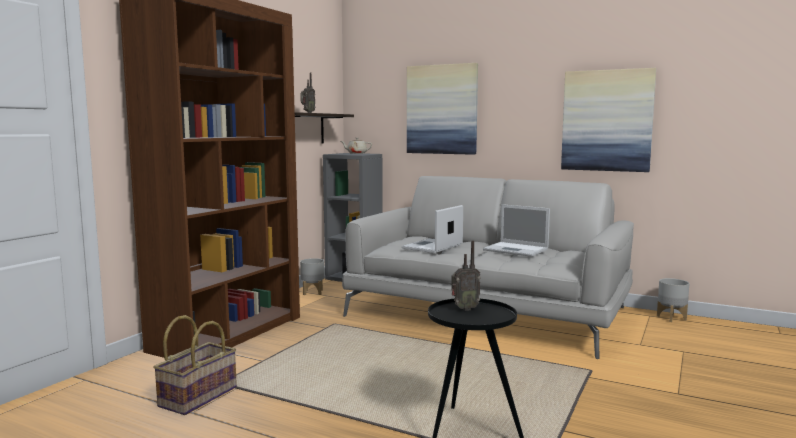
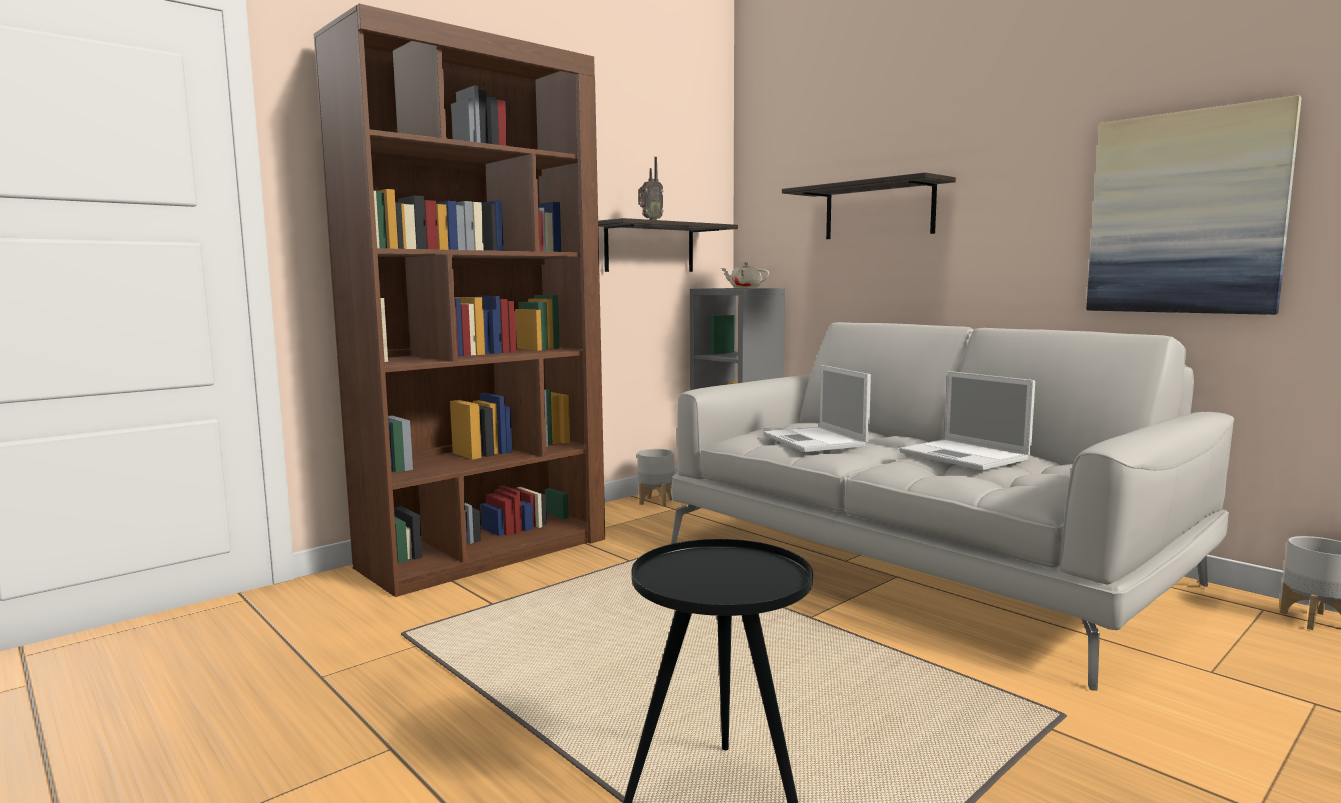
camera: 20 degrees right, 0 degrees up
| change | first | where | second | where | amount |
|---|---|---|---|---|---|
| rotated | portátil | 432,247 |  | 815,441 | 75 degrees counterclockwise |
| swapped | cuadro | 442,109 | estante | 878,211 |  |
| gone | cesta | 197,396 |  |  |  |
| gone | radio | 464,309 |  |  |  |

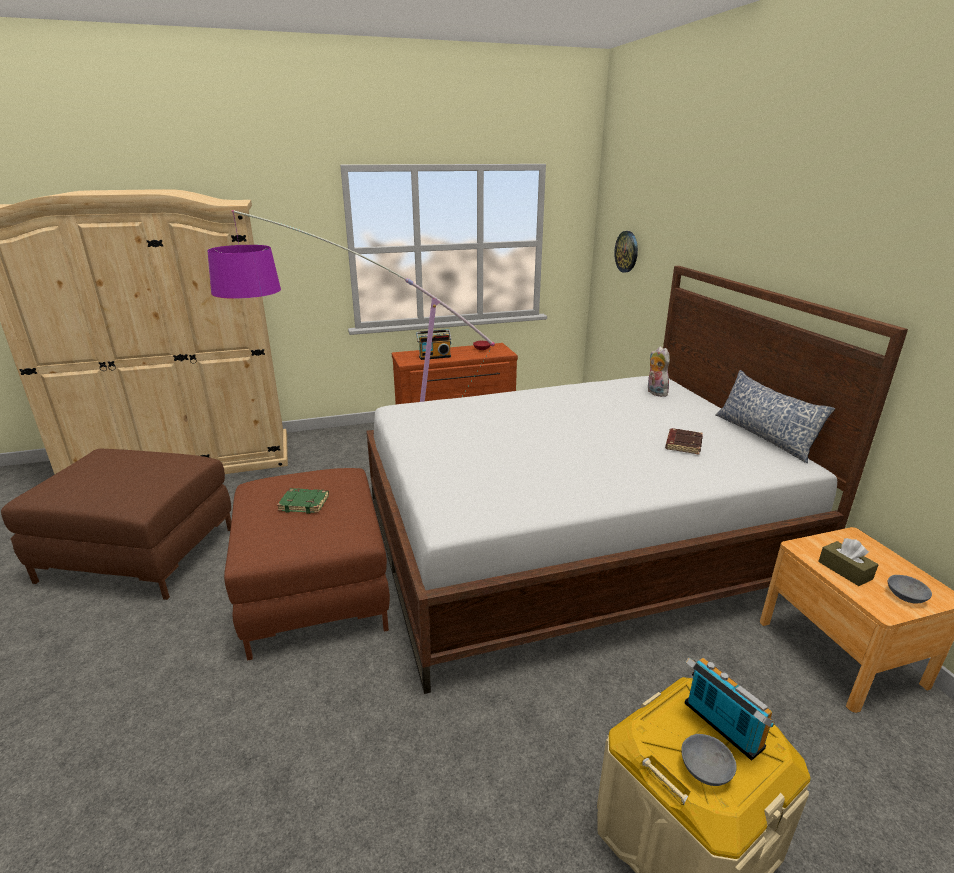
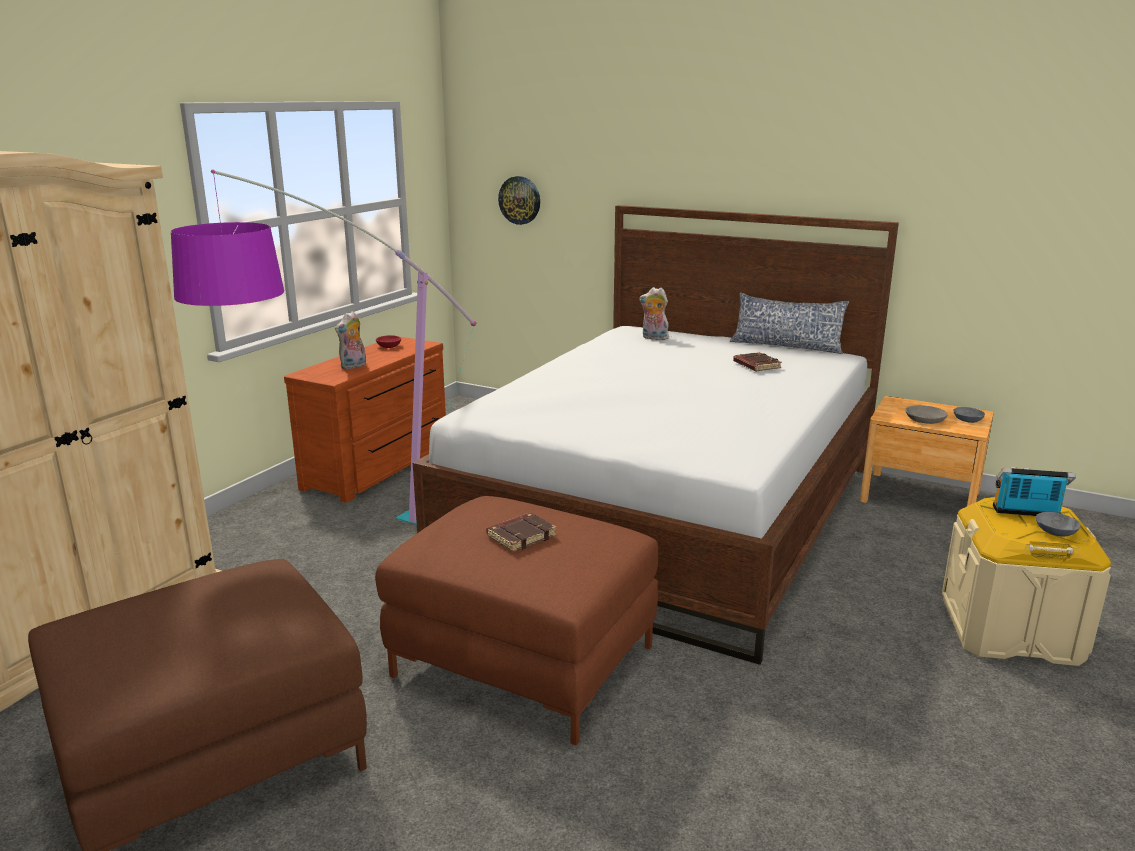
camera: 45 degrees left, 5 degrees down
| change | first | where | second | where | amount |
|---|---|---|---|---|---|
| swapped | radio | 434,356 | peluche | 354,366 |  |
| repainted | libro [verde] | 305,503 | libro [marrón] | 521,536 |  |
| swapped | caja de pañuelos [marrón] | 845,570 | cuenco [gris] | 924,420 |  |

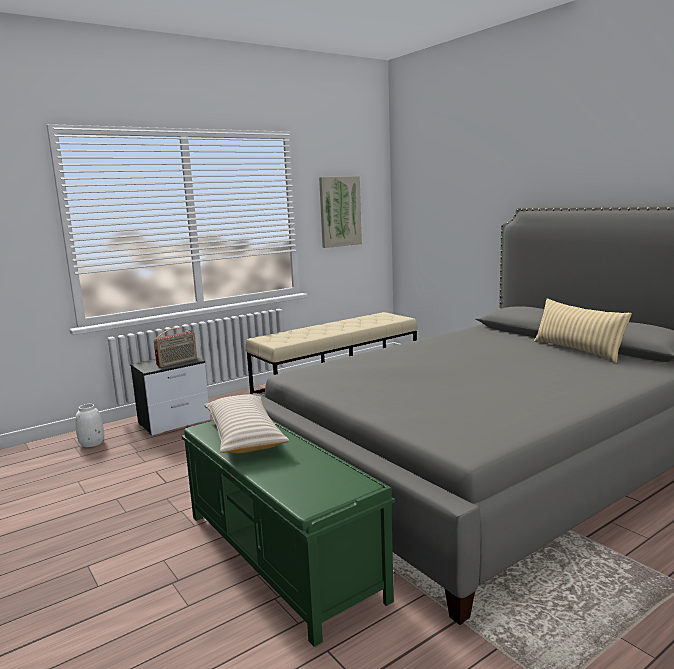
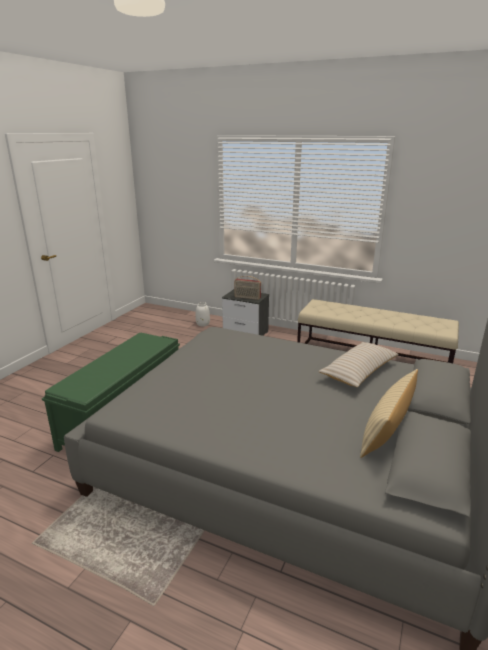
camera: 60 degrees right, 10 degrees up
| change | first | where | second | where | amount |
|---|---|---|---|---|---|
| shifted | cojín [beis] | 244,436 |  | 359,371 |  |
| gone | cuadro | 339,211 |  |  |  |

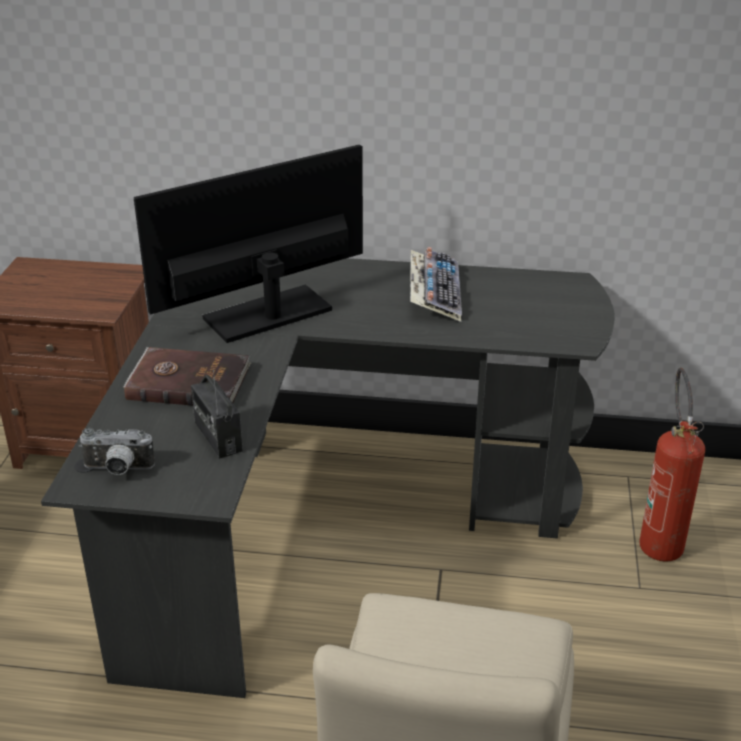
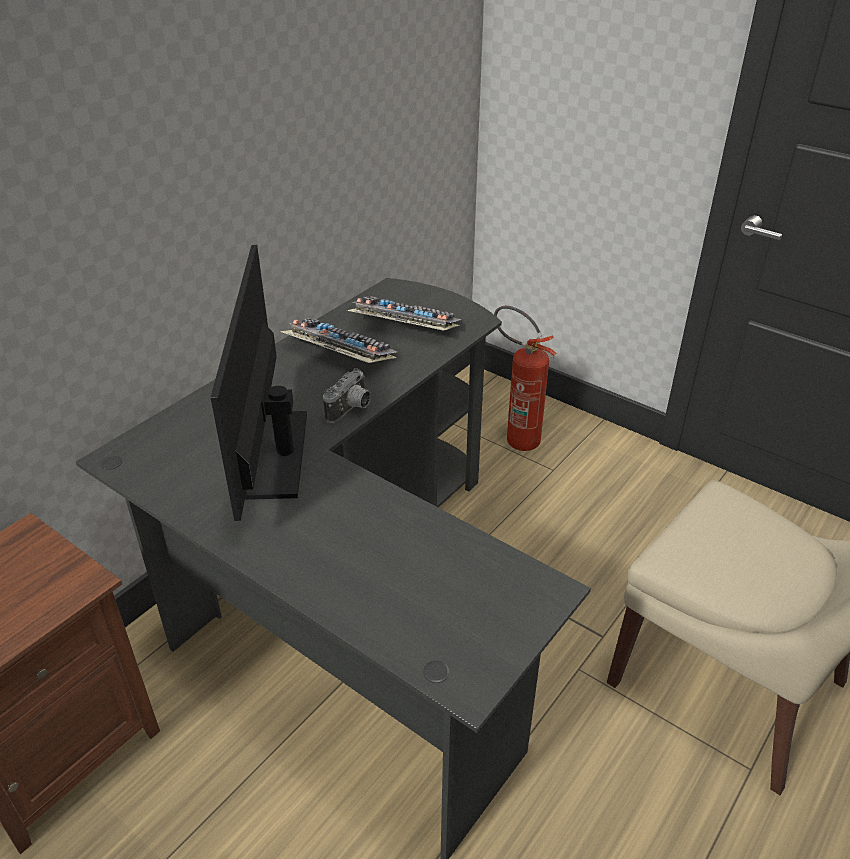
camera: 60 degrees left, 5 degrees up
| change | first | where | second | where | amount |
|---|---|---|---|---|---|
| shifted | cámara | 118,470 |  | 351,410 |  |
| new |  |  | teclado | 402,326 |  |
| gone | libro [marrón] | 188,381 |  |  |  |
| gone | radio | 218,437 |  |  |  |

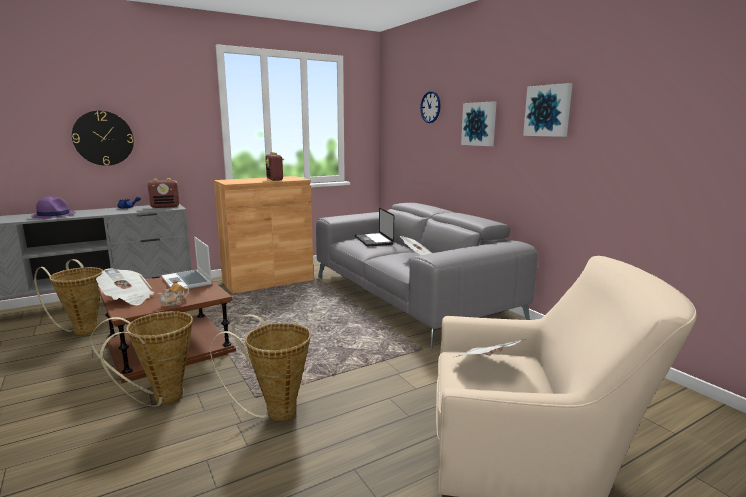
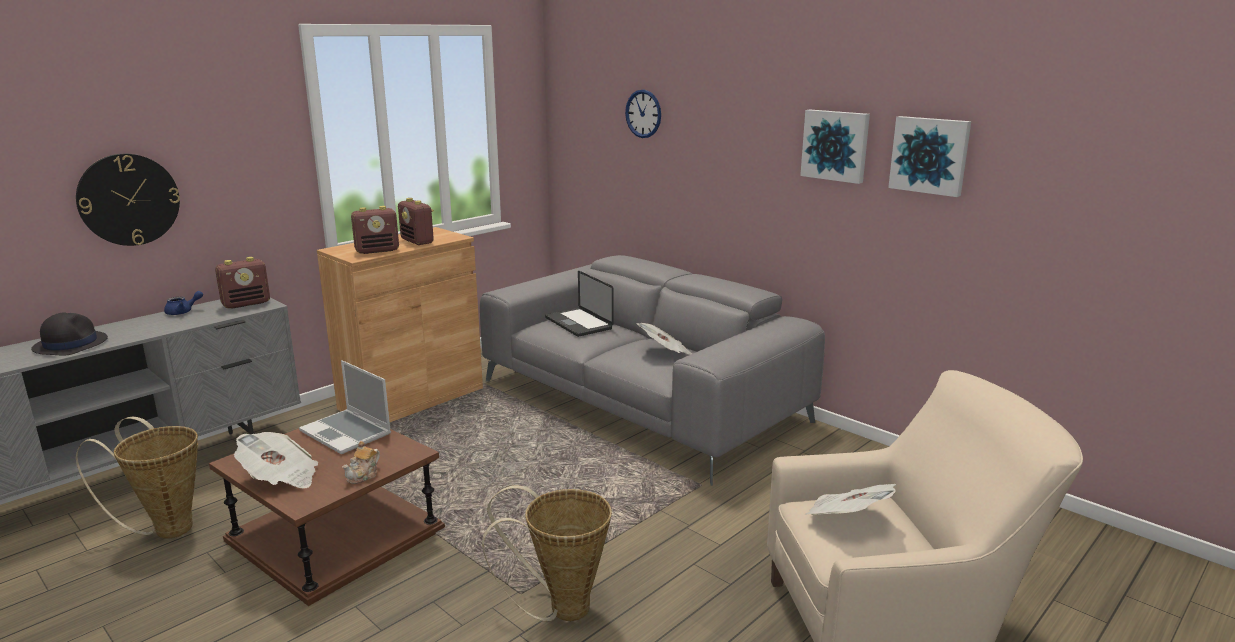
camera: 15 degrees left, 5 degrees up
| change | first | where | second | where | amount |
|---|---|---|---|---|---|
| repainted | sombrero [morado] | 54,215 | sombrero [negro] | 70,344 |  |
| new |  |  | radio | 377,250 |  |
| shifted | cuadro | 479,124 |  | 930,155 |  |
| gone | cesta | 161,399 |  |  |  |

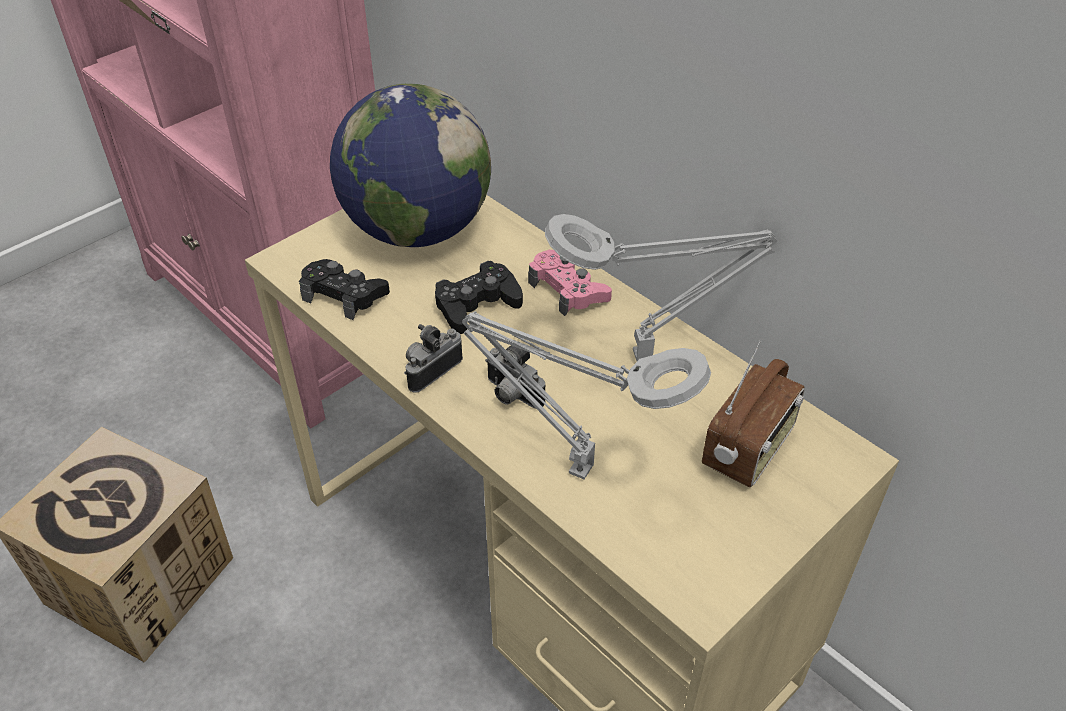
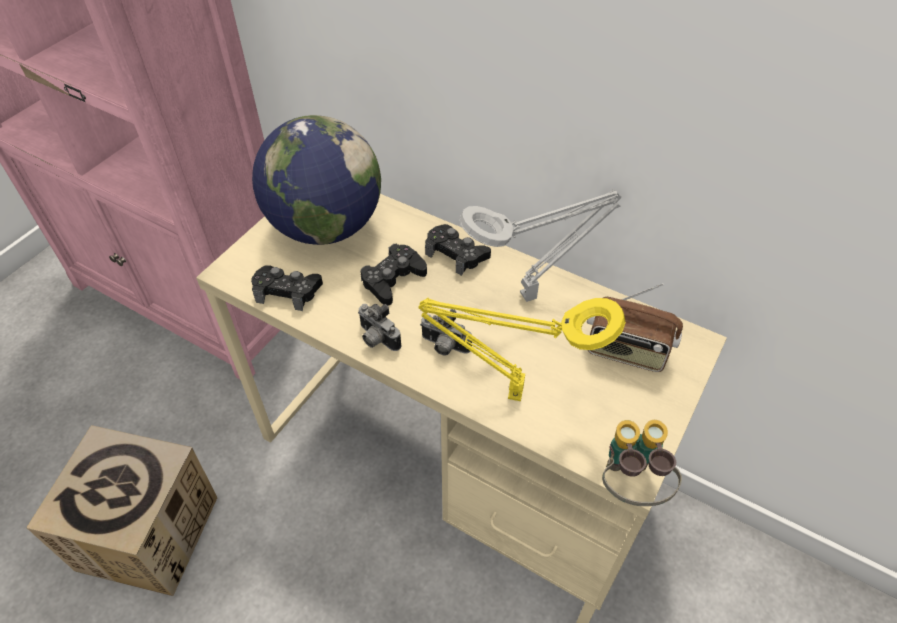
camera: 15 degrees left, 5 degrees up
| change | first | where | second | where | amount |
|---|---|---|---|---|---|
| rotated | cámara | 430,370 |  | 376,339 | 75 degrees counterclockwise |
| repainted | lámpara de mesa [gris] | 573,468 | lámpara de mesa [amarillo] | 509,393 |  |
| repainted | mando de consola [rosa] | 568,290 | mando de consola [negro] | 456,254 |  |
| rotated | radio | 749,449 |  | 626,351 | 90 degrees clockwise |
| new |  |  | prismáticos | 631,484 |  |

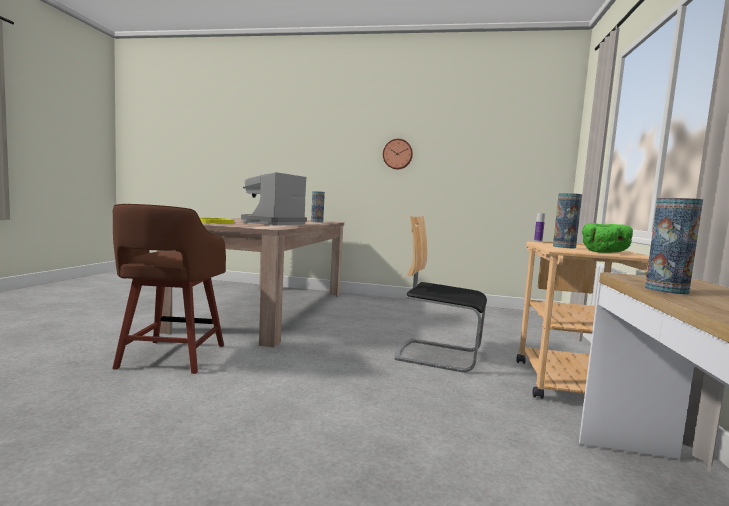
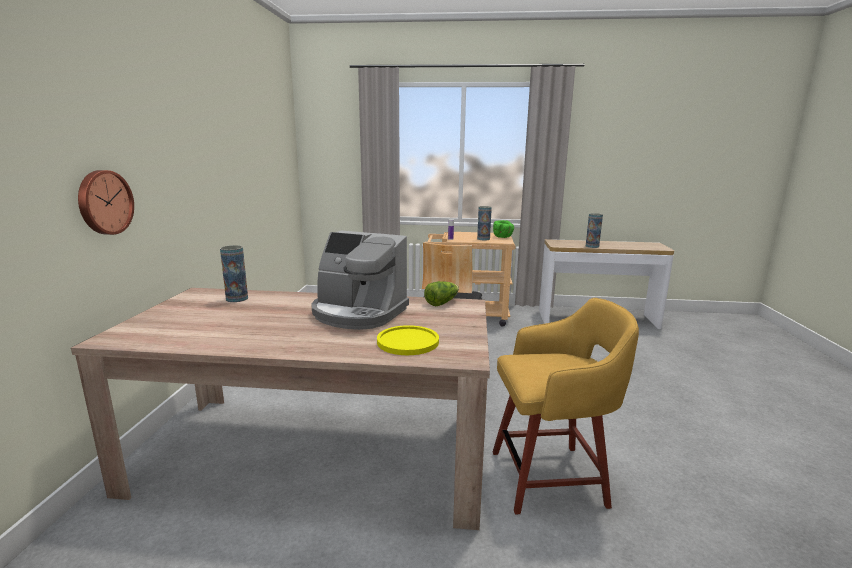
camera: 95 degrees left, 10 degrees up
| change | first | where | second | where | amount |
|---|---|---|---|---|---|
| shifted | reloj de pared | 397,154 |  | 104,202 |  |
| new |  |  | lechuga | 442,303 |  |
| repainted | taburete [marrón] | 170,357 | taburete [amarillo] | 551,478 |  |

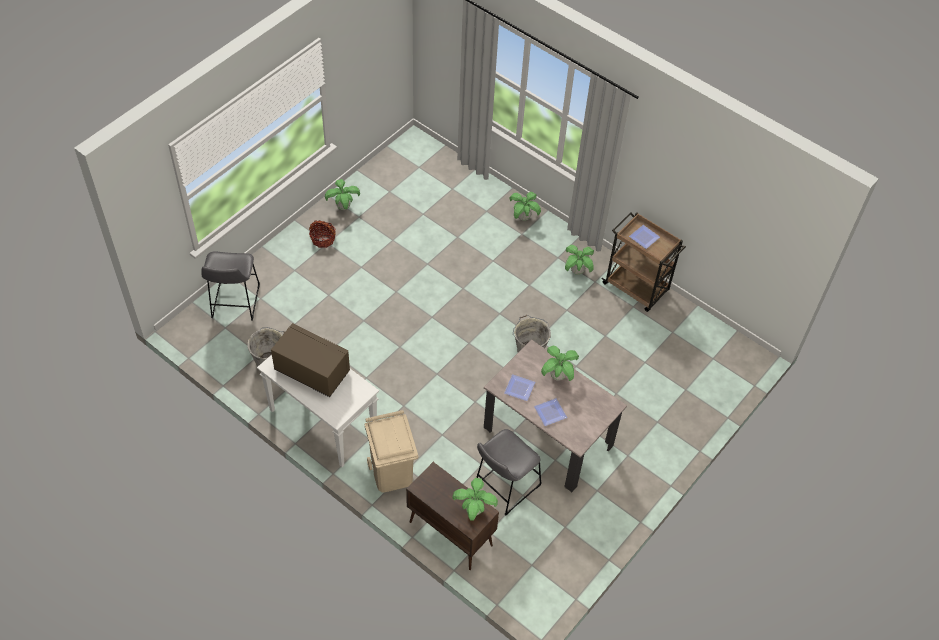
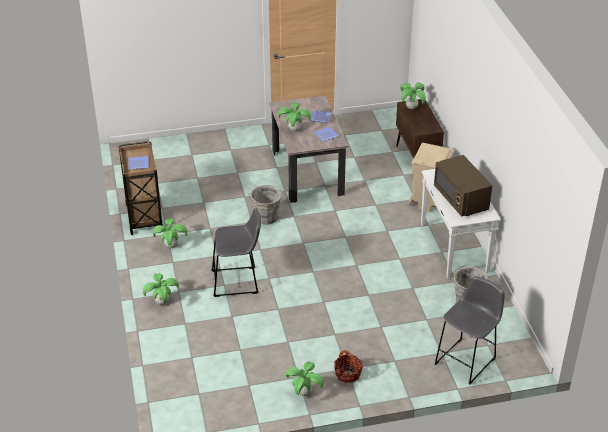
camera: 140 degrees left, 15 degrees down
| change | first | where | second | where | amount |
|---|---|---|---|---|---|
| shifted | taburete [gris] | 504,487 |  | 238,282 |  |

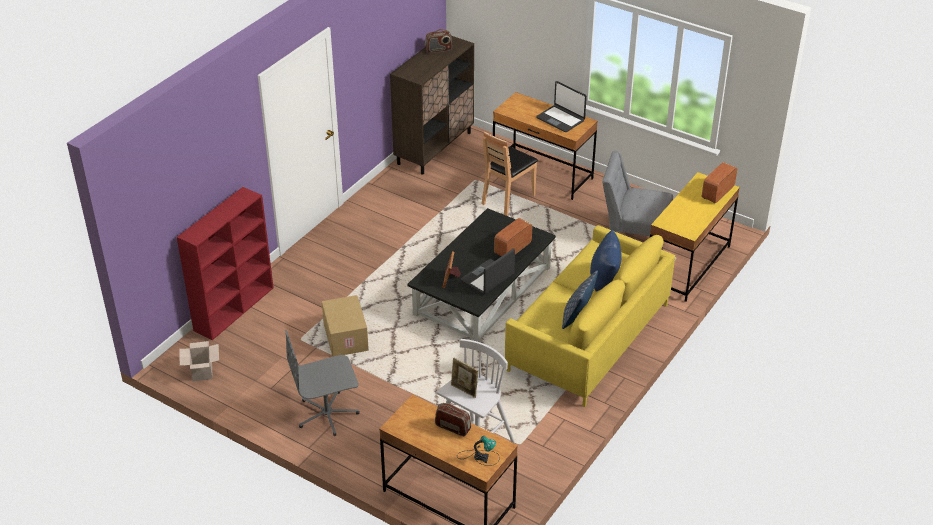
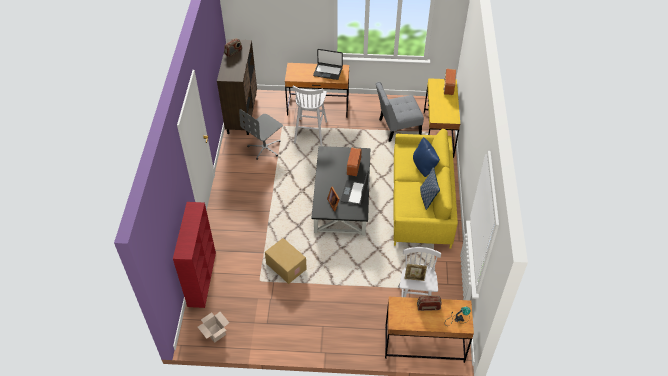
camera: 30 degrees left, 10 degrees up
| change | first | where | second | where | amount |
|---|---|---|---|---|---|
| shifted | silla de oficina [gris] | 327,414 |  | 265,148 |  |
| swapped | silla [marrón] | 508,199 | taburete [blanco] | 311,131 |  |

